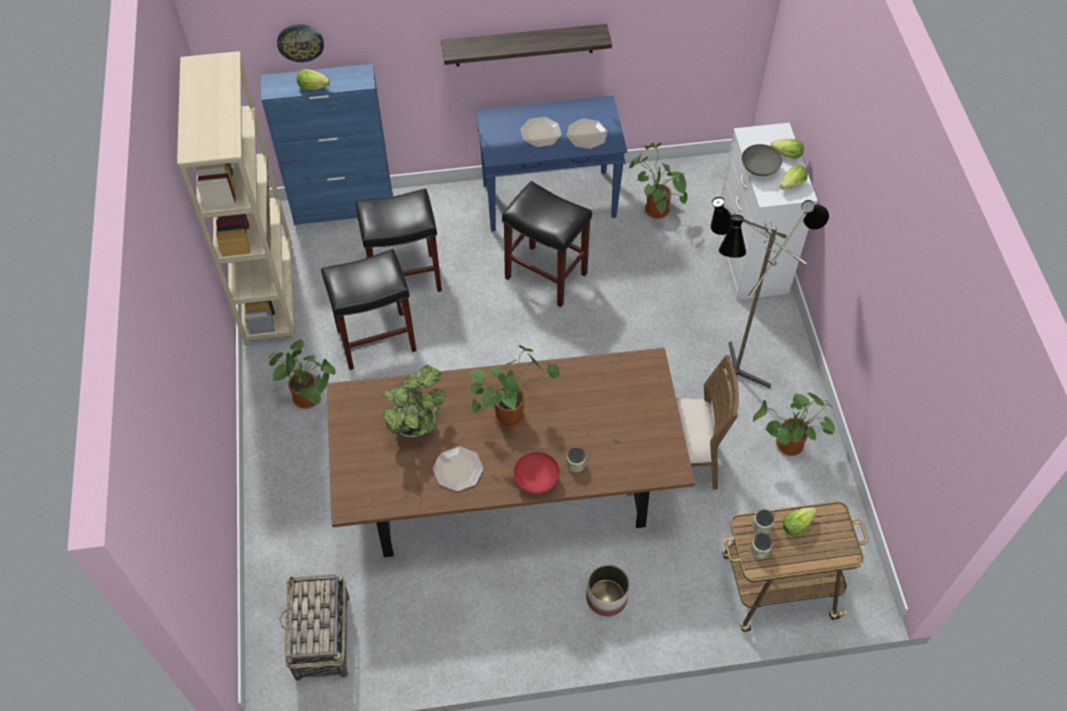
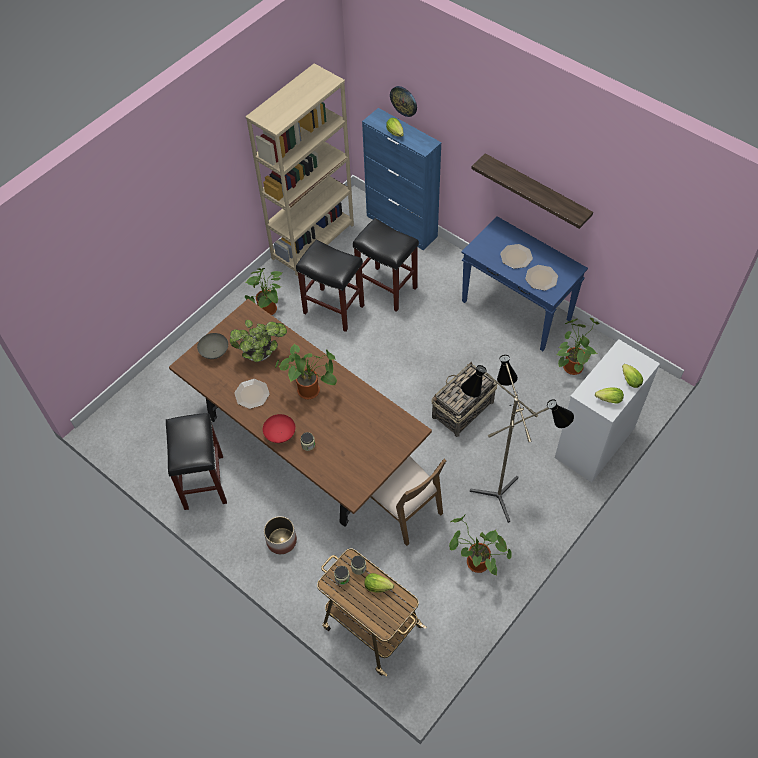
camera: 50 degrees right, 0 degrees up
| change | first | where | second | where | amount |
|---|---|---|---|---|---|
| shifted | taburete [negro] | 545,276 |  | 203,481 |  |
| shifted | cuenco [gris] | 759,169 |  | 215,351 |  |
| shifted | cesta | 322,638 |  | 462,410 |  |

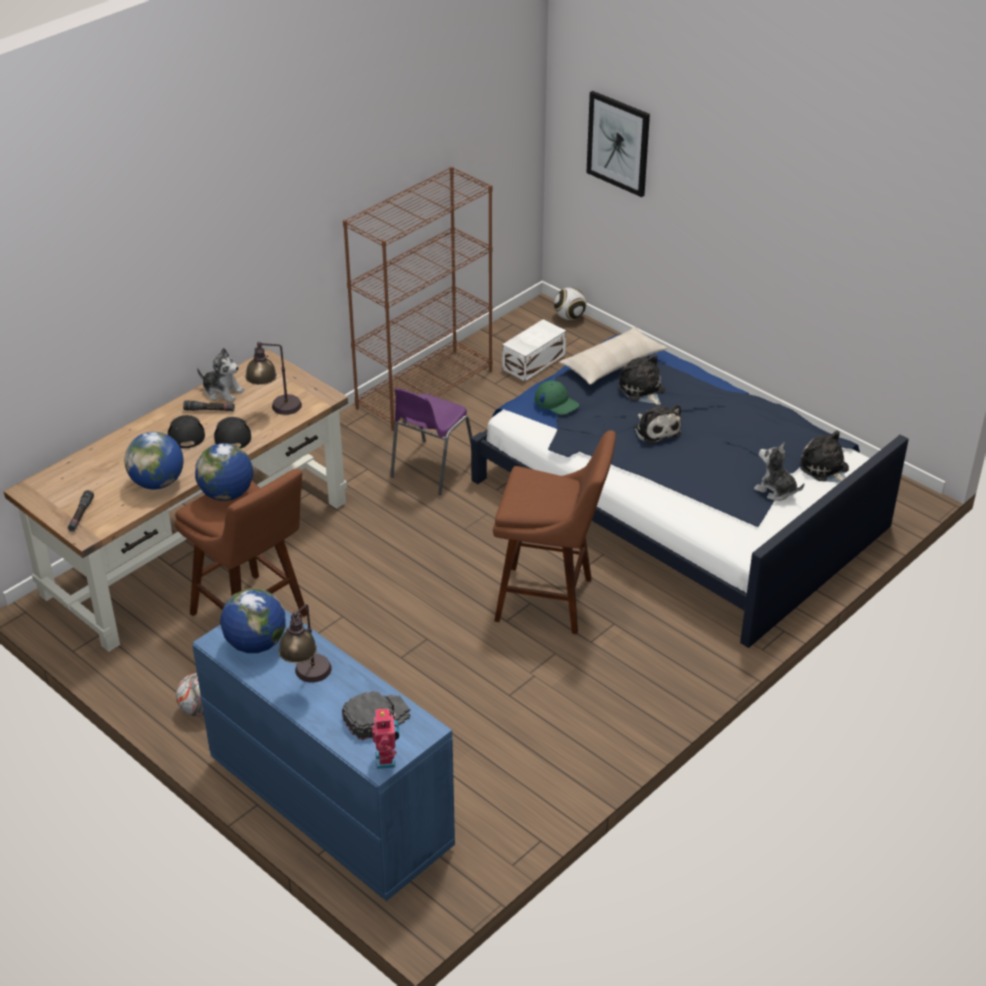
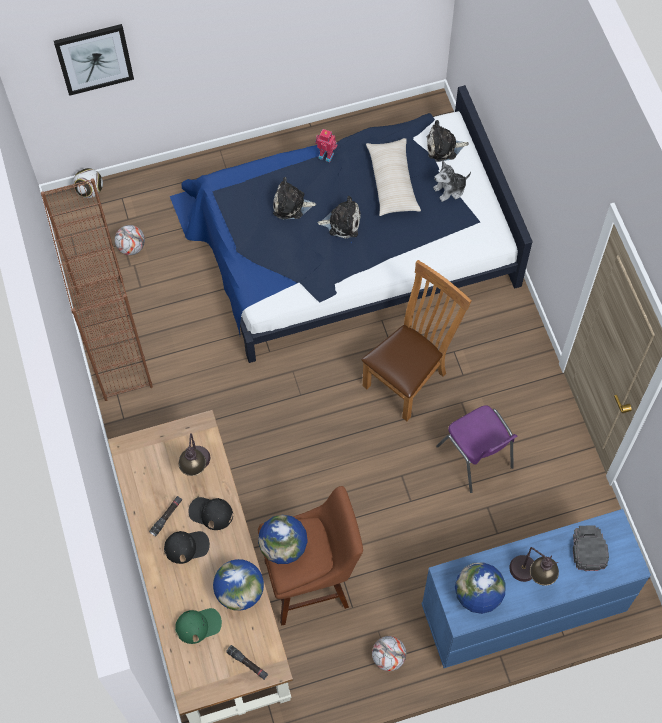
camera: 60 degrees left, 25 degrees up
| change | first | where | second | where | amount |
|---|---|---|---|---|---|
| swapped | caja de almacenaje [blanco] | 532,362 | balón de fútbol | 131,247 |  |
| rotated | gorra [negro] | 186,433 |  | 187,546 | 150 degrees clockwise |
| shifted | gorra [verde] | 556,402 |  | 198,625 |  |
| shifted | robot de juguete | 387,760 |  | 326,155 |  |
| swapped | taburete [marrón] | 551,600 | silla [marrón] | 409,377 |  |
| shifted | cojín [beis] | 612,365 |  | 392,182 |  |
| shifted | silla [morado] | 431,469 |  | 476,458 |  |
| gone | peluche | 222,392 |  |  |  |

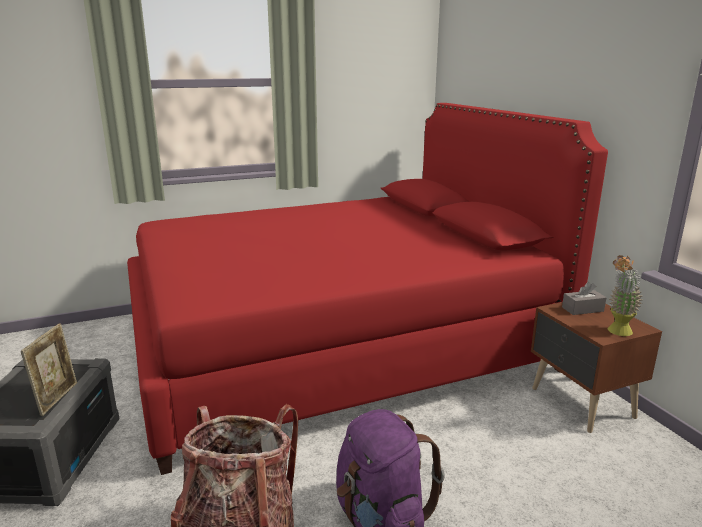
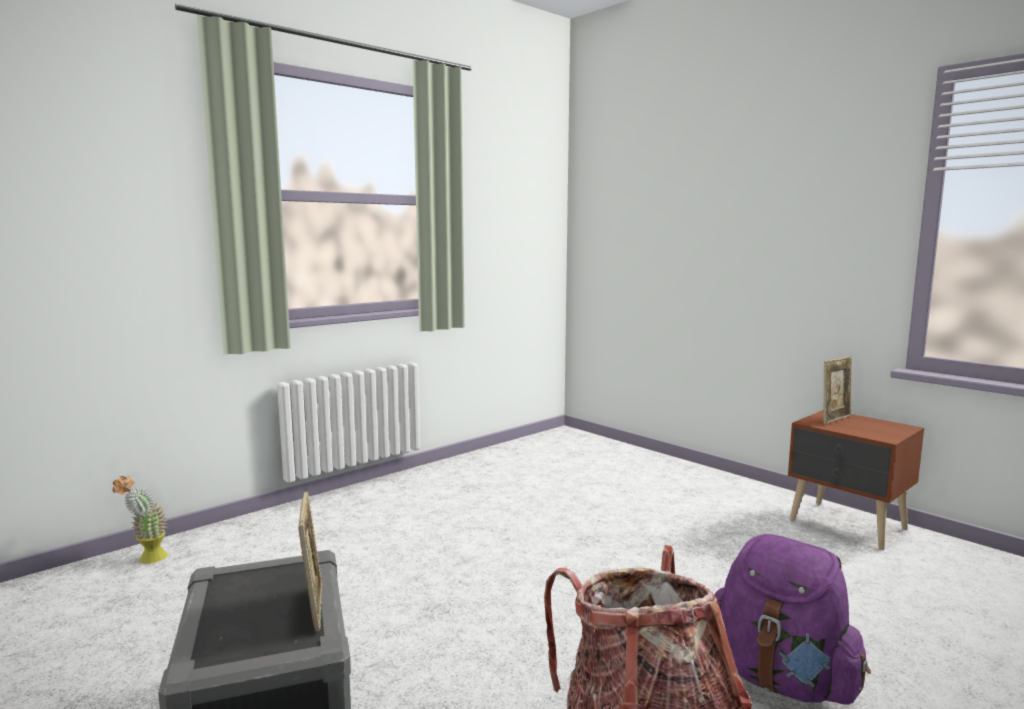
camera: 20 degrees left, 10 degrees down
| change | first | where | second | where | amount |
|---|---|---|---|---|---|
| shifted | planta en maceta | 617,333 |  | 147,560 |  |
| swapped | caja de pañuelos [gris] | 582,309 | portarretratos | 835,419 |  |
| gone | cama [rojo] | 336,344 |  |  |  |

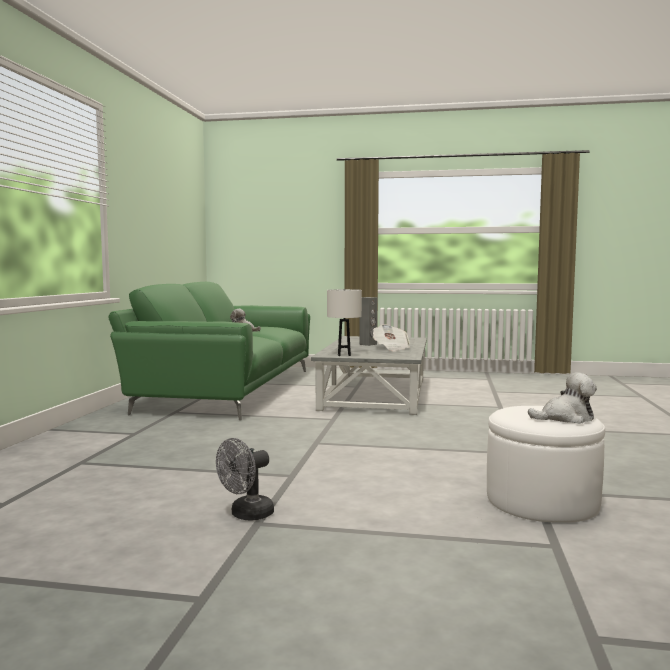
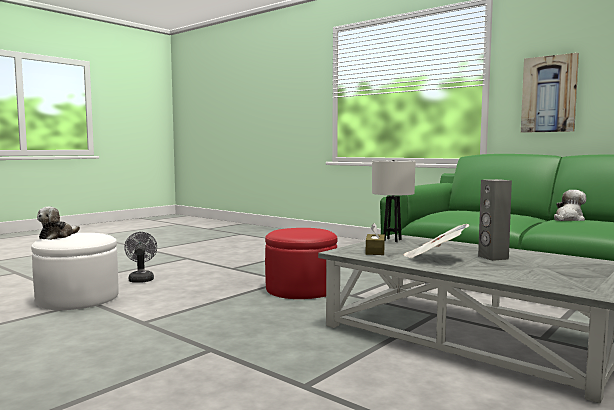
camera: 120 degrees right, 0 degrees up
| change | first | where | second | where | amount |
|---|---|---|---|---|---|
| shifted | ventilador [gris] | 246,515 |  | 141,279 |  |
| new |  |  | puf [rojo] | 301,289 |  |
| new |  |  | caja de pañuelos [marrón] | 375,251 |  |
| new |  |  | cuadro | 549,94 |  |

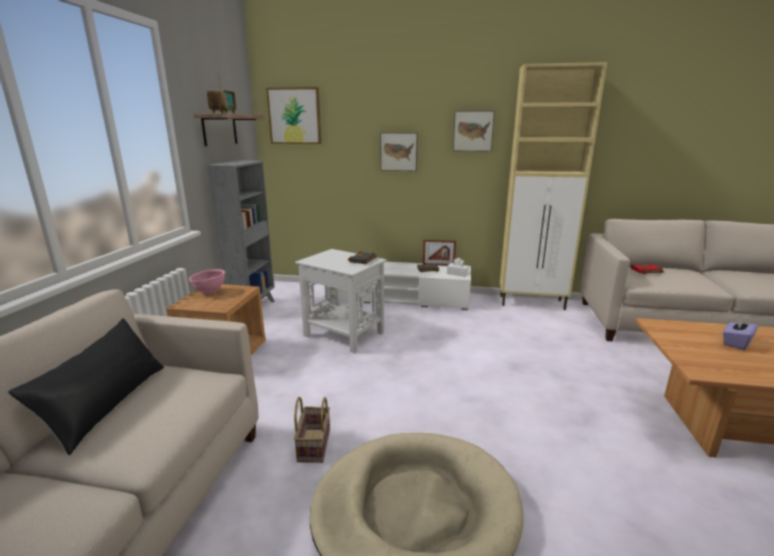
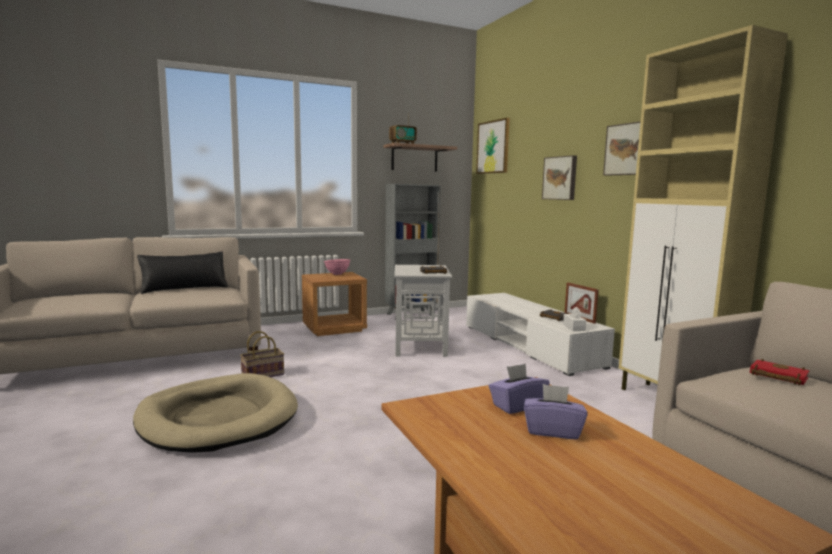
camera: 55 degrees right, 10 degrees down
| change | first | where | second | where | amount |
|---|---|---|---|---|---|
| new |  |  | caja de pañuelos [morado] | 517,405 |  |

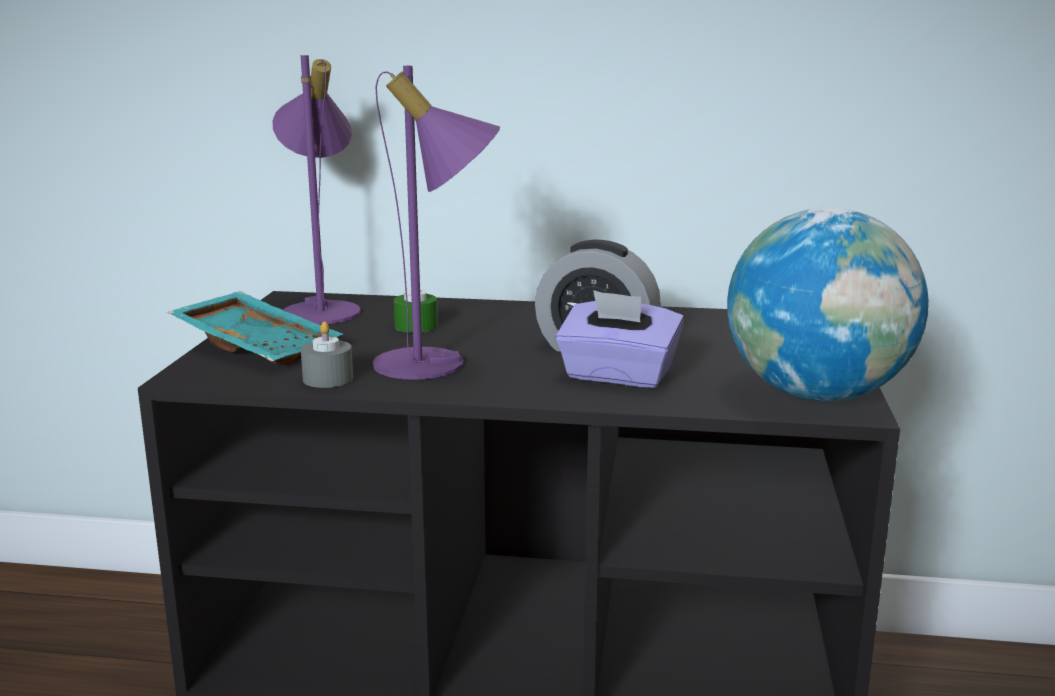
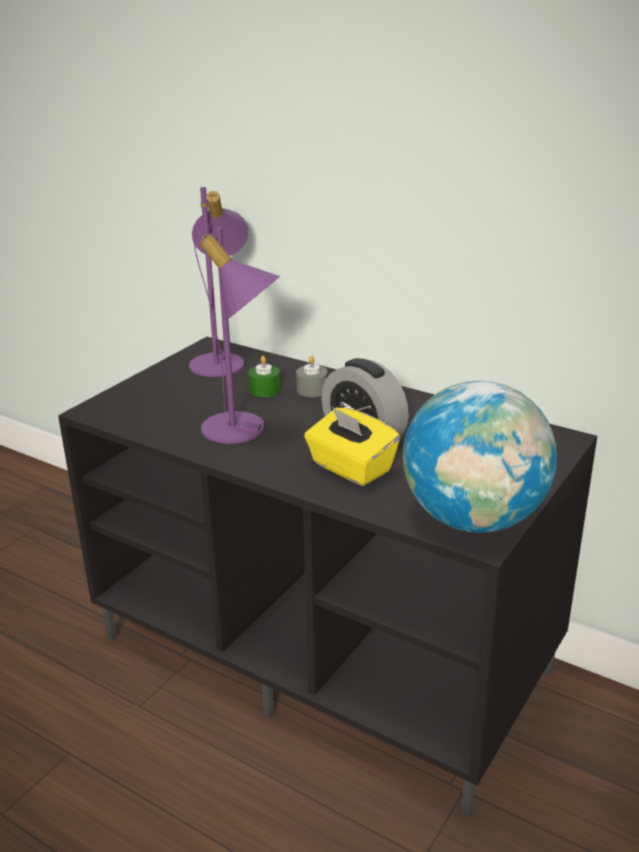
camera: 25 degrees right, 10 degrees up
| change | first | where | second | where | amount |
|---|---|---|---|---|---|
| shifted | vela [gris] | 328,379 |  | 312,390 |  |
| repainted | caja de pañuelos [morado] | 618,376 | caja de pañuelos [amarillo] | 350,468 |  |
| gone | bandeja [turquesa] | 259,345 |  |  |  |

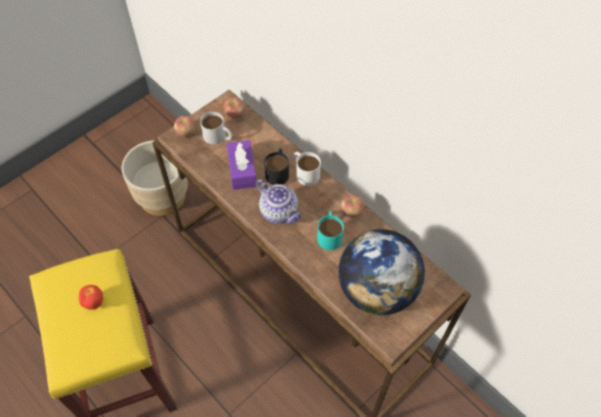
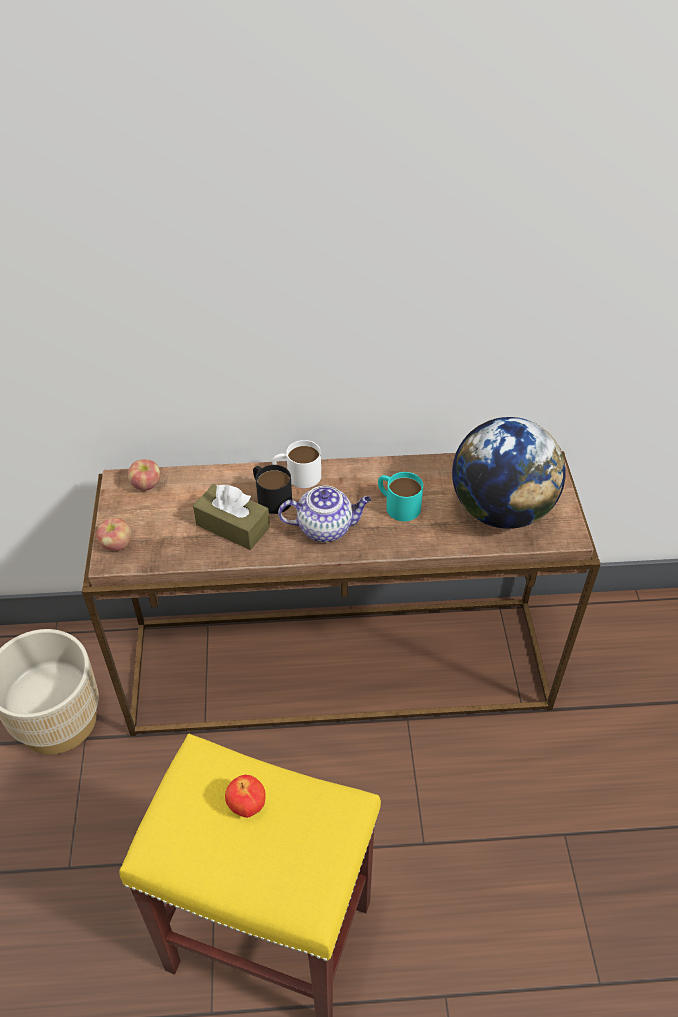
camera: 50 degrees left, 10 degrees down
| change | first | where | second | where | amount |
|---|---|---|---|---|---|
| repainted | caja de pañuelos [morado] | 242,170 | caja de pañuelos [marrón] | 233,526 |  |
| gone | taza grande [blanco] | 218,137 |  |  |  |
| gone | manzana | 351,212 |  |  |  |

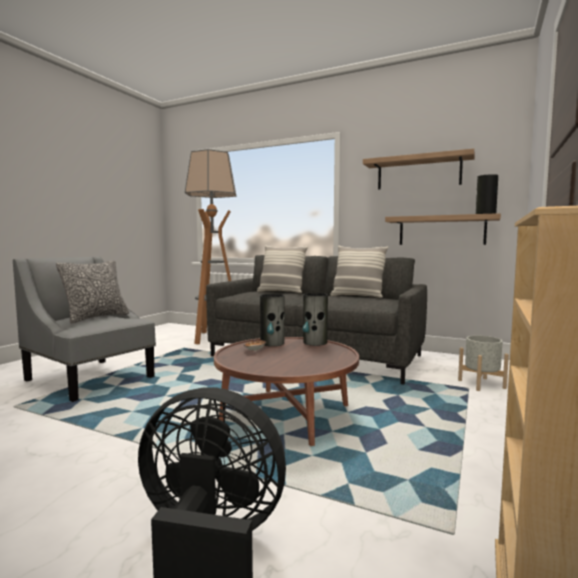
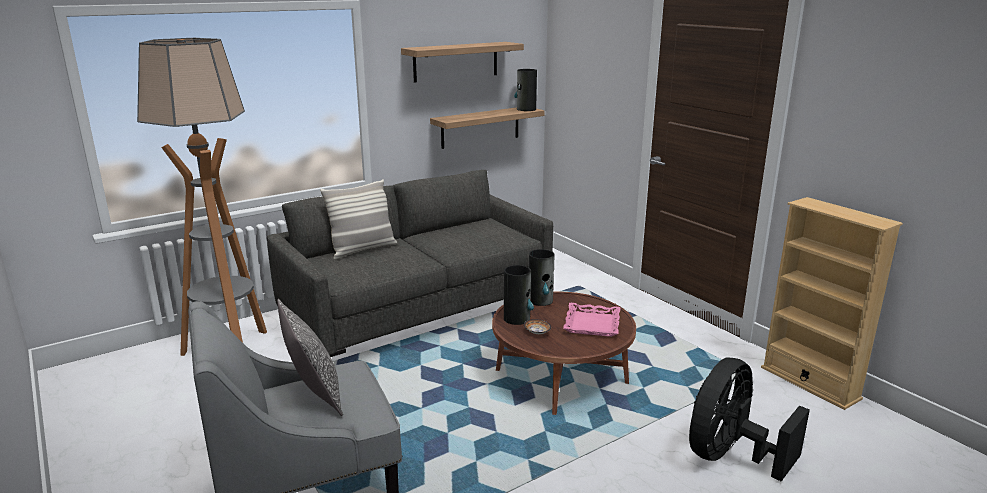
camera: 60 degrees left, 15 degrees up
| change | first | where | second | where | amount |
|---|---|---|---|---|---|
| new |  |  | bandeja [rosa] | 591,324 |  |
| gone | cojín | 357,296 |  |  |  |
| gone | maceta [gris] | 481,384 |  |  |  |

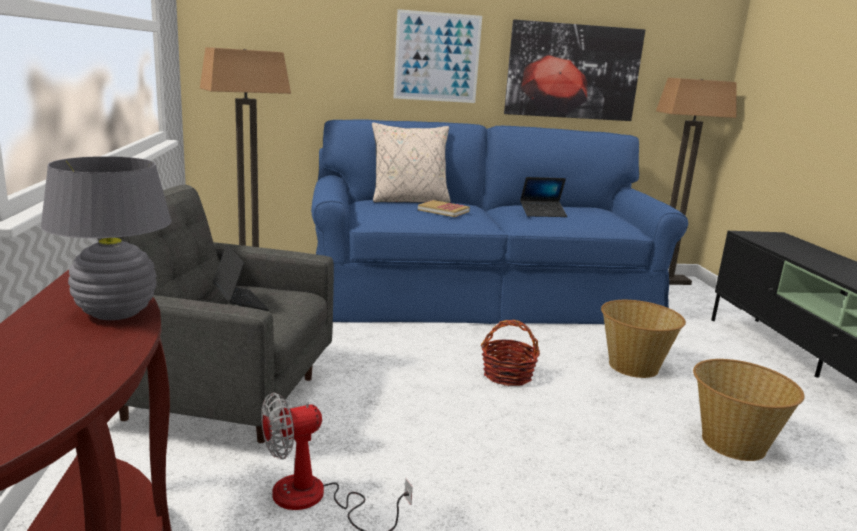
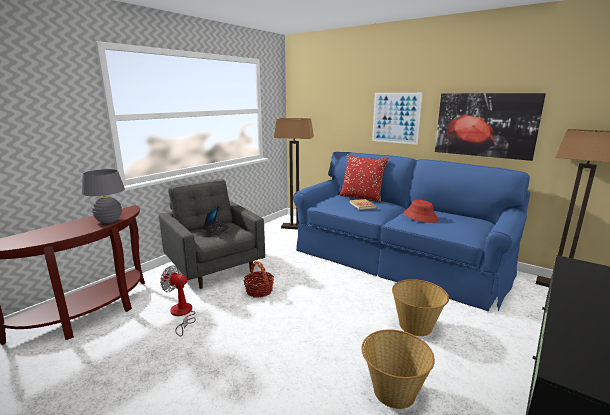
camera: 45 degrees right, 0 degrees up
| change | first | where | second | where | amount |
|---|---|---|---|---|---|
| shifted | cesta | 507,375 |  | 259,291 |  |
| repainted | cojín [beis] | 410,201 | cojín [rojo] | 361,197 |  |
| swapped | portátil | 543,213 | sombrero [rojo] | 420,216 |  |

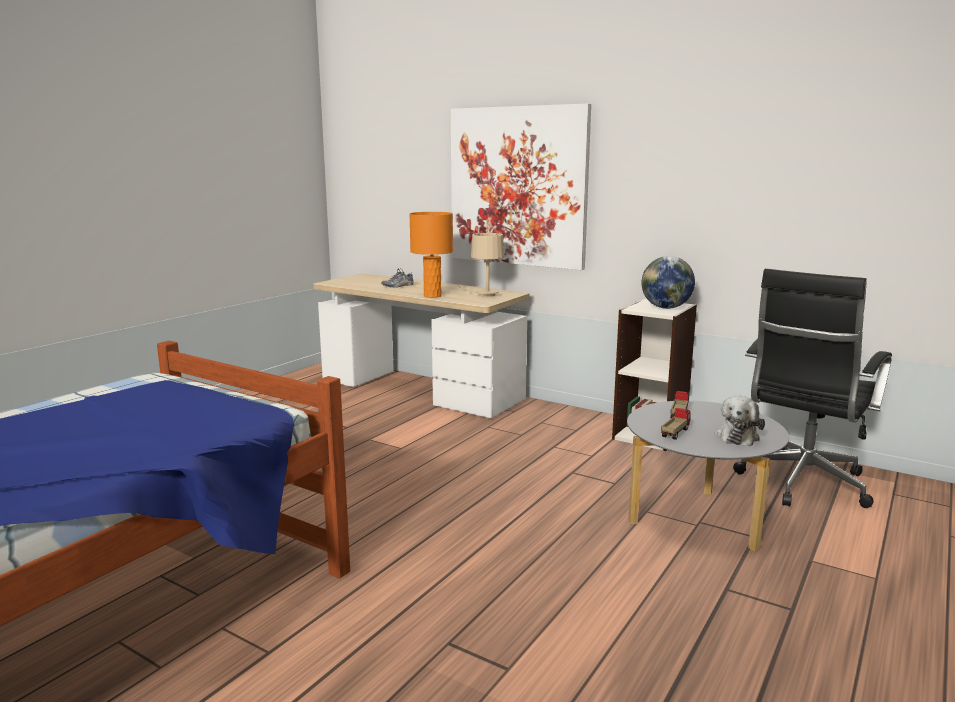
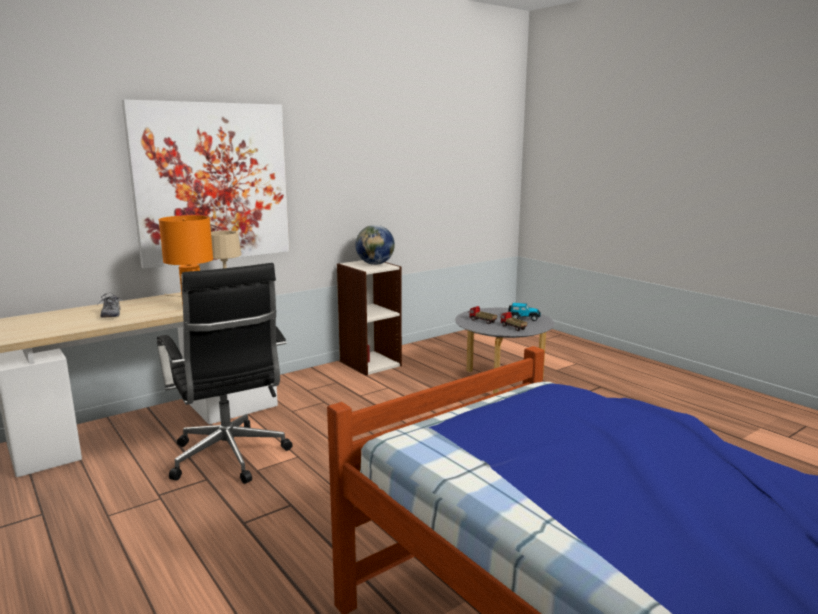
camera: 70 degrees left, 0 degrees up
| change | first | where | second | where | amount |
|---|---|---|---|---|---|
| shifted | silla de oficina [negro] | 801,485 |  | 230,459 |  |
| swapped | peluche | 737,436 | coche de juguete | 524,318 |  |

